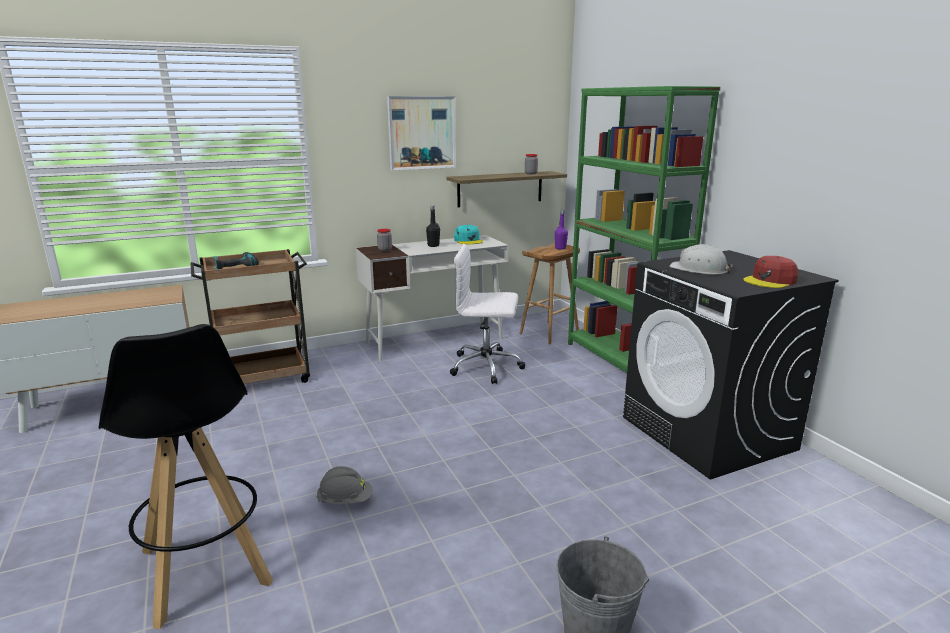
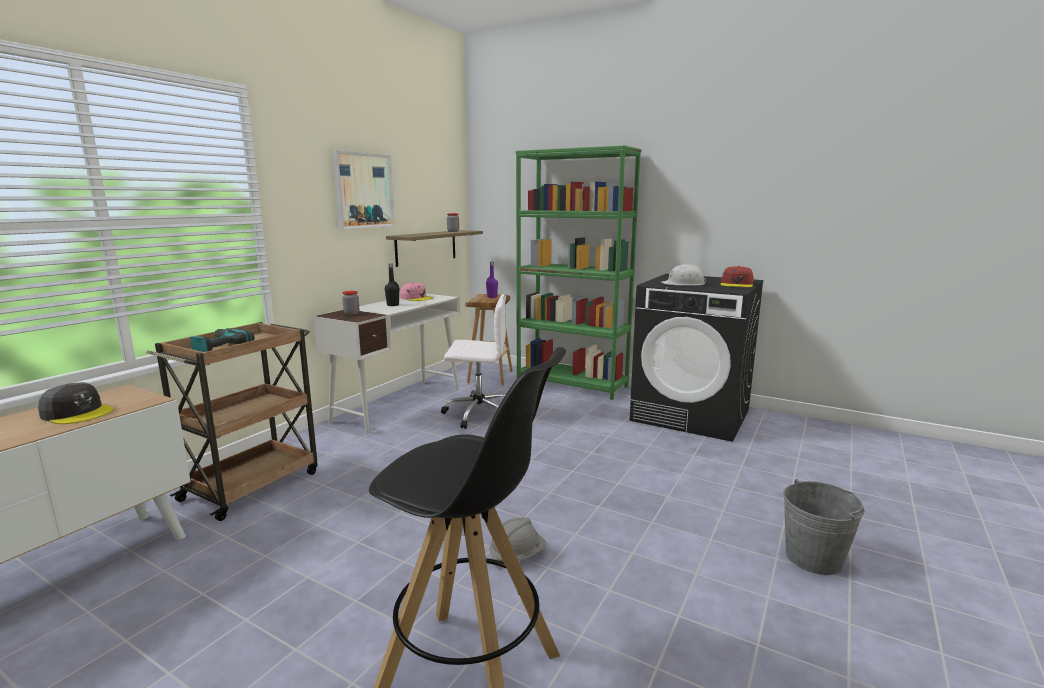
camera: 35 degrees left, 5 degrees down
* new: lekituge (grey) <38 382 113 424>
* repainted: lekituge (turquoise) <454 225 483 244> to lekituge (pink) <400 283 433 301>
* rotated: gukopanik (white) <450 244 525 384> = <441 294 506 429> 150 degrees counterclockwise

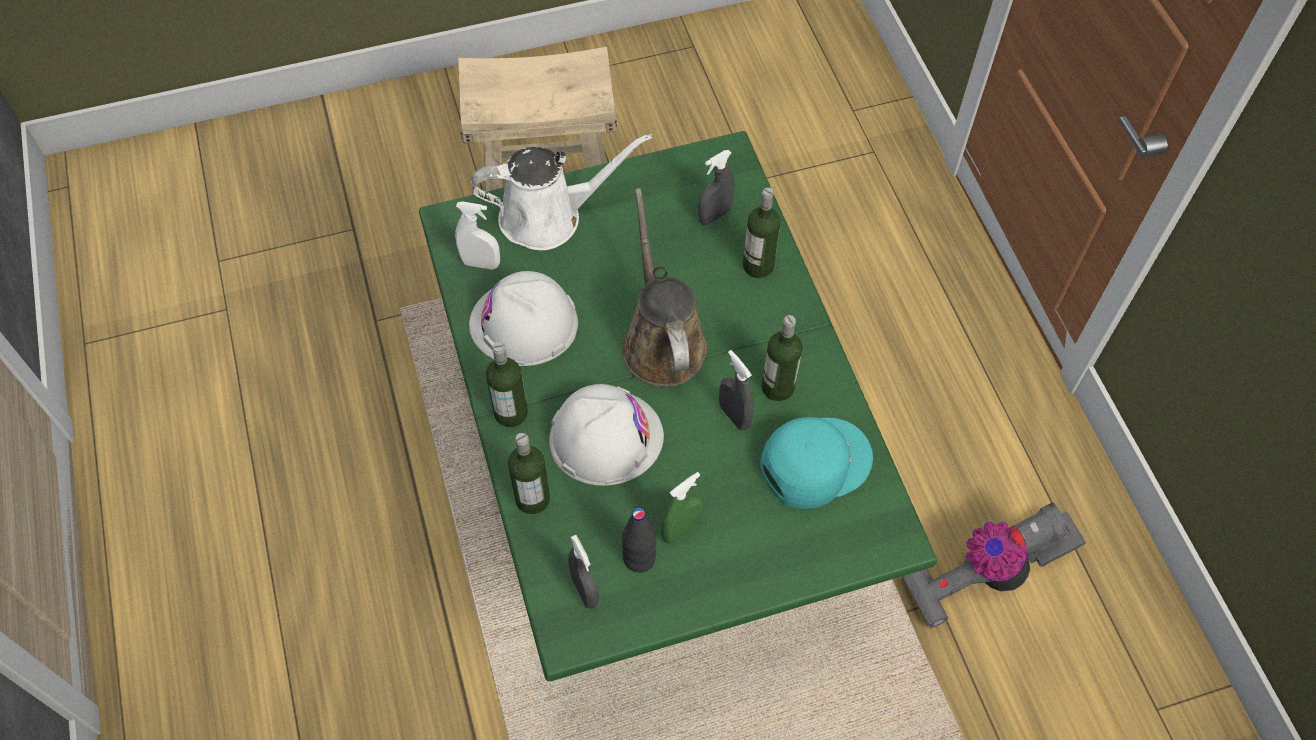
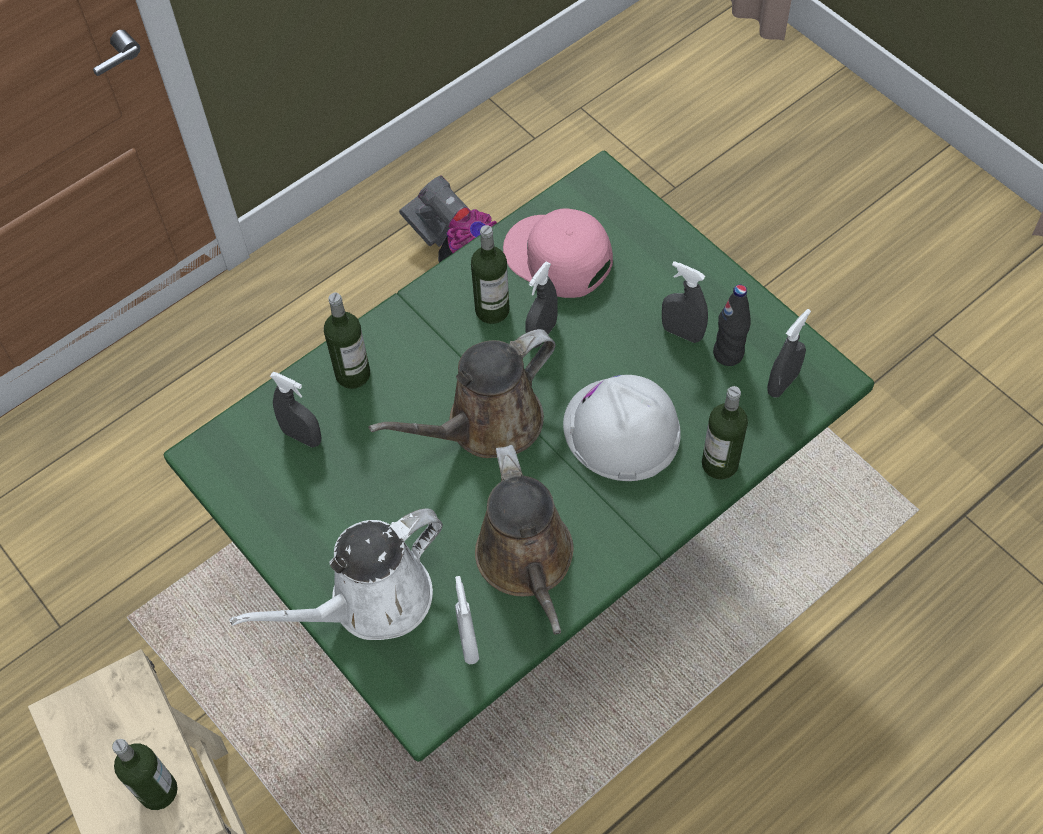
camera: 110 degrees left, 0 degrees up
* shifted: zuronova <486 342 528 427> to <112 739 178 810>
* swapped: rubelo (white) <469 271 578 366> to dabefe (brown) <475 445 574 635>
* repainted: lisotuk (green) <661 472 703 544> to lisotuk (grey) <662 261 708 343>
* repainted: lekituge (turquoise) <760 417 873 509> to lekituge (pink) <503 209 613 298>
* rotated: dabefe (white) <471 133 652 250> = <229 508 443 640> 90 degrees counterclockwise

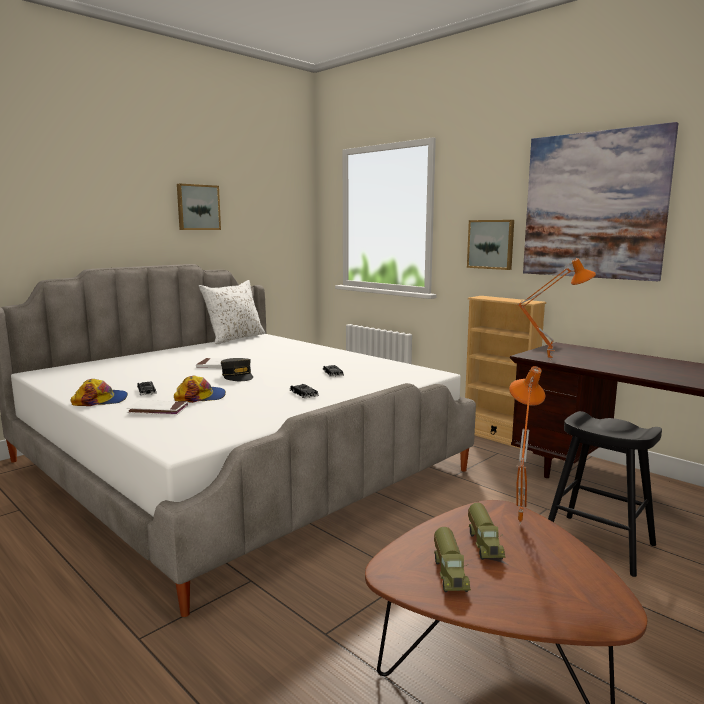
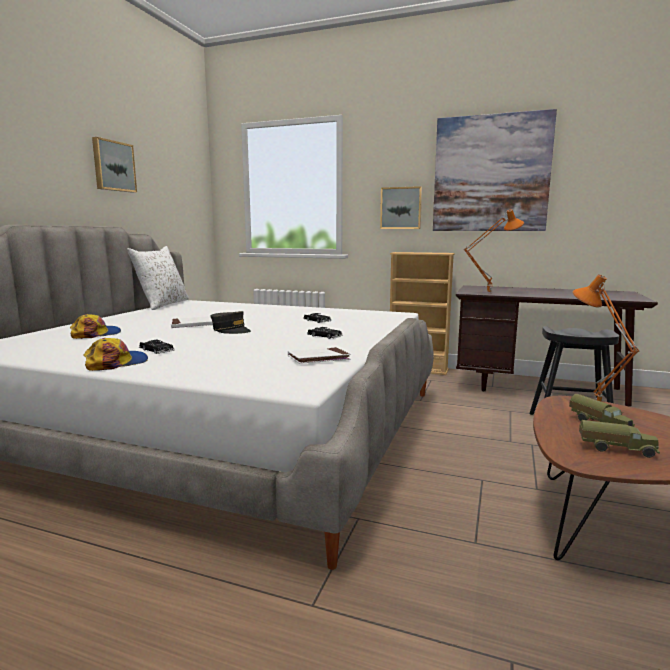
camera: 25 degrees left, 0 degrees up
* shifted: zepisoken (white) <127 400 188 415> to <288 347 351 364>
* shifted: lekituge <174 376 226 403> to <70 314 121 339>
* rotated: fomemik <434 527 471 592> = <579 420 660 458> 45 degrees counterclockwise

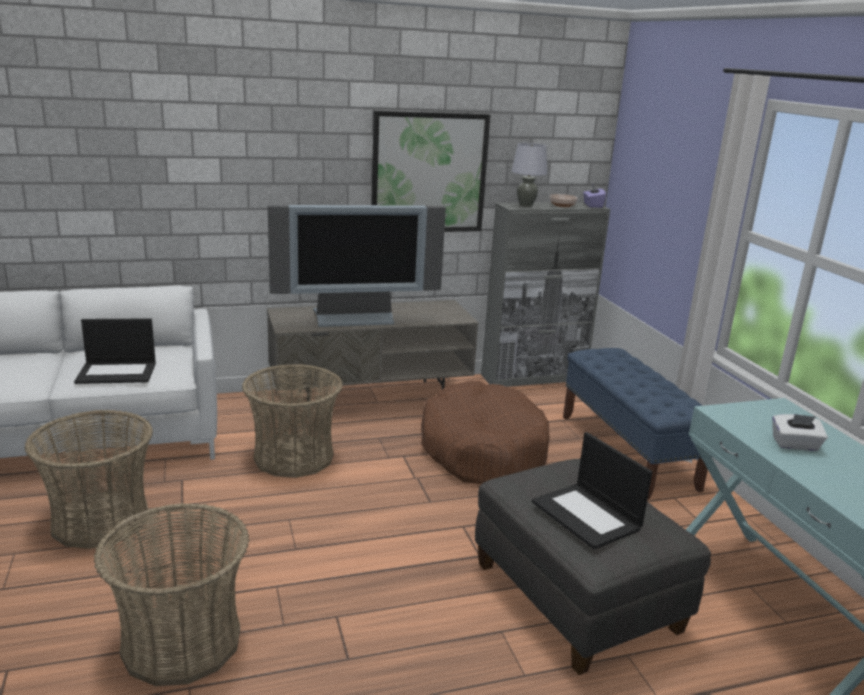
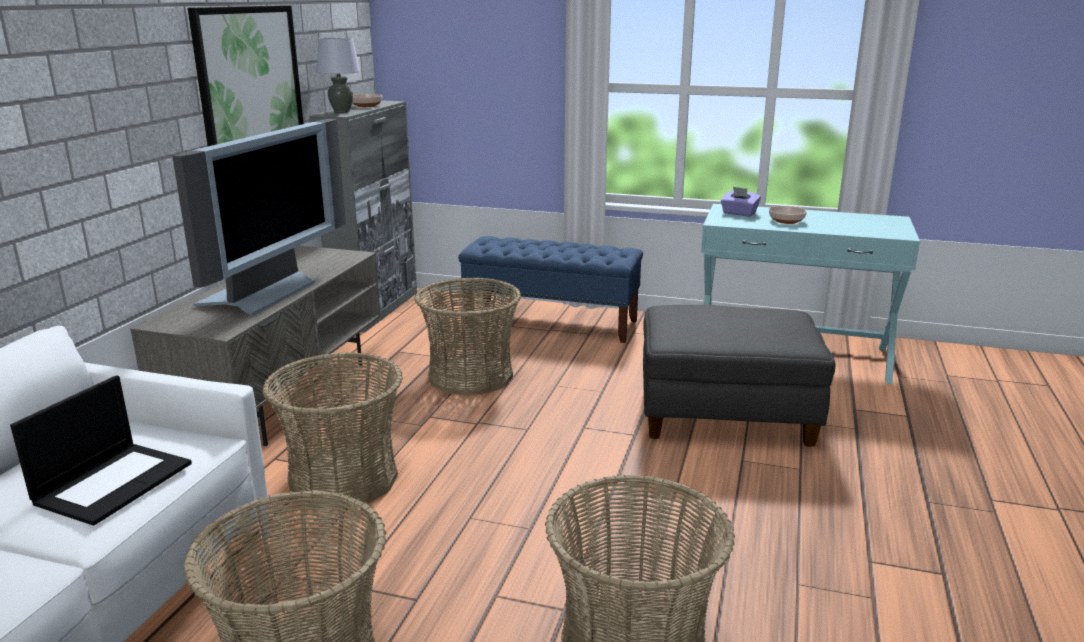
camera: 55 degrees left, 0 degrees up
* gone: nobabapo <532 432 652 549>
* shifted: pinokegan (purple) <583 184 606 208> to <721 187 761 216>
* swapped: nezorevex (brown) <421 381 550 484> to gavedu <414 277 521 395>
* swapped: pinokegan (white) <772 414 828 451> to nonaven <769 206 807 224>

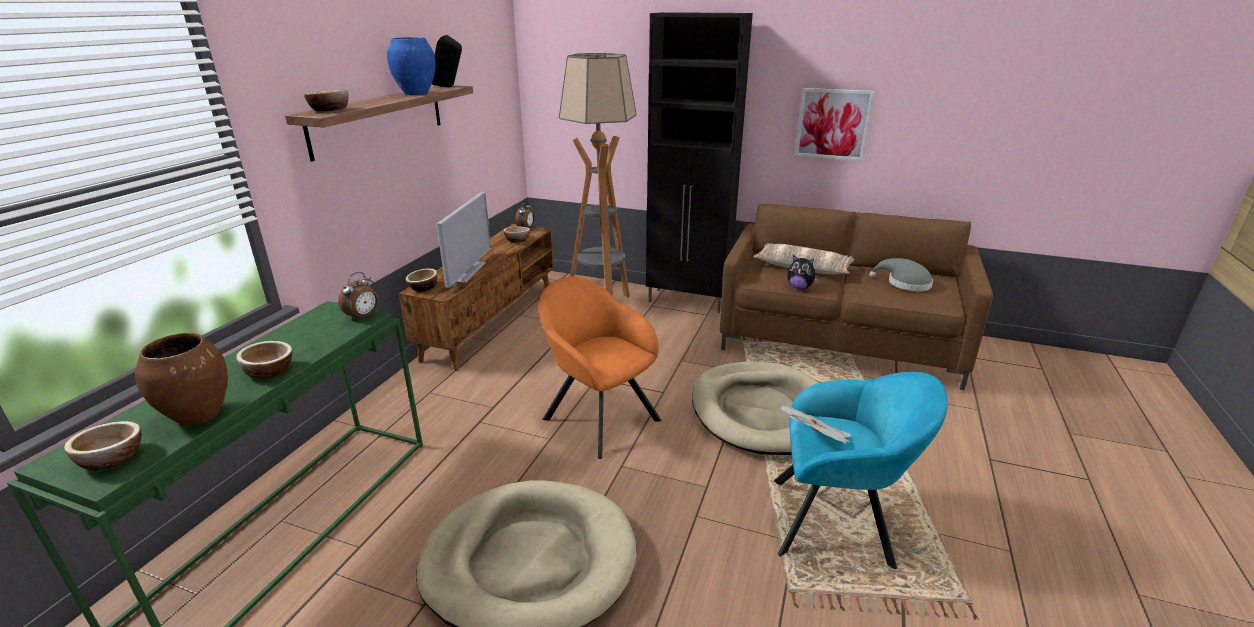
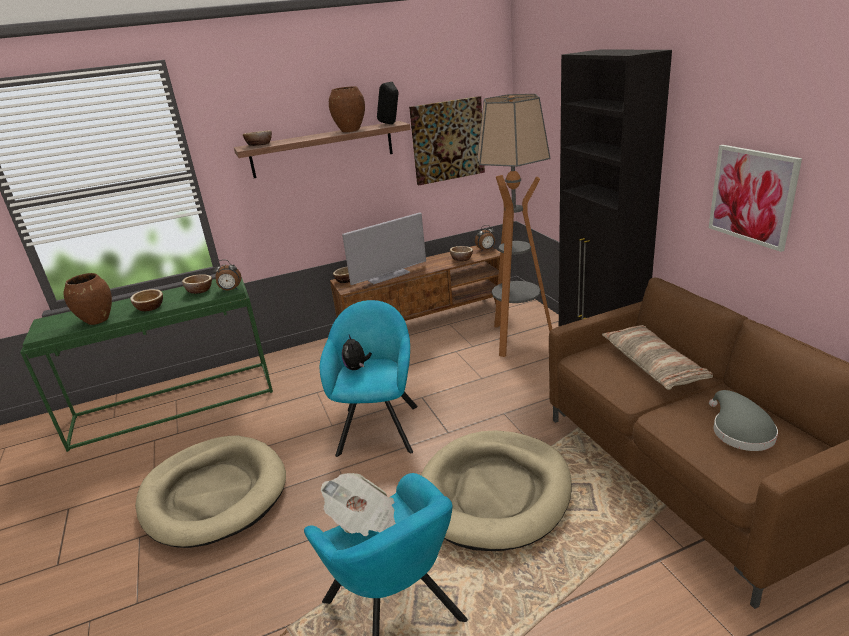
camera: 50 degrees right, 0 degrees up
* new: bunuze <409 96 485 185>
* shifted: nonaven <64 421 141 471> to <182 274 212 294>
* shifted: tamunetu <787 255 819 289> to <342 335 372 370>
* repainted: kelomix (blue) <387 37 435 95> to kelomix (brown) <329 86 365 132>
* repainted: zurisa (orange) <538 277 661 459> to zurisa (turquoise) <320 300 417 457>

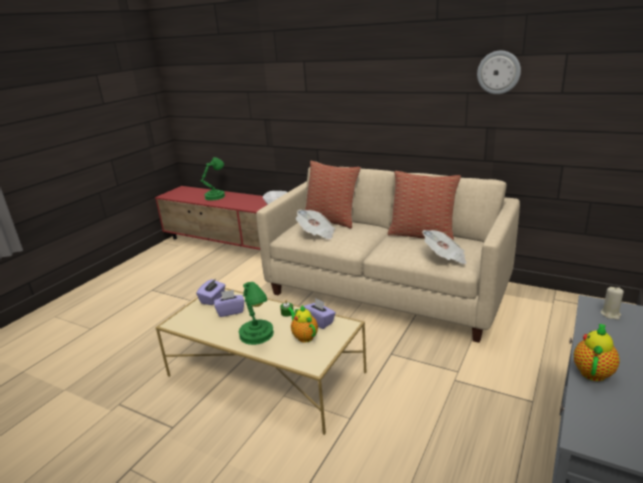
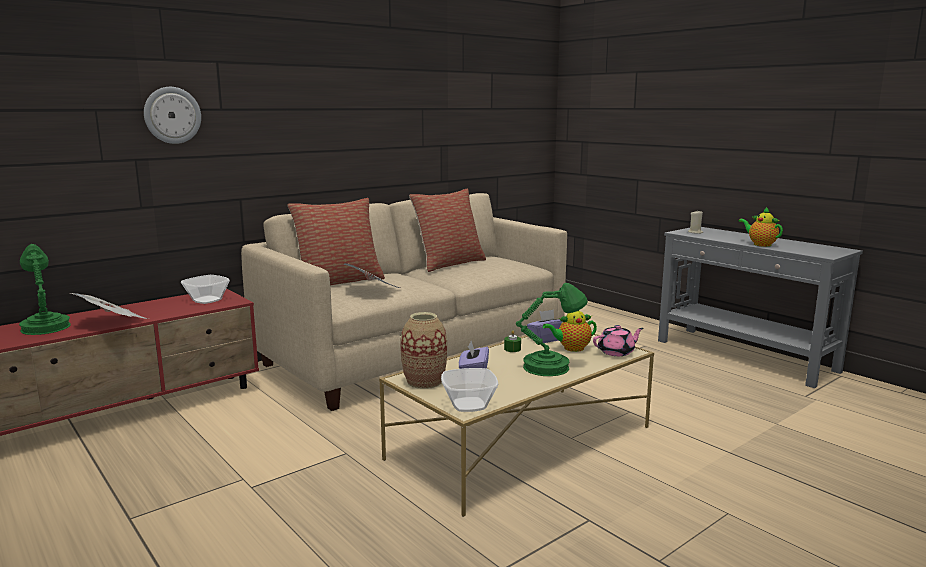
camera: 70 degrees left, 10 degrees down
* new: nonaven <441 368 498 412>
* new: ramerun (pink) <593 325 643 356>
* shifted: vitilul <422 230 466 264> to <71 293 148 319>
* shifted: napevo <477 51 521 94> to <144 87 201 144>
* swapped: pinokegan (purple) <196 279 225 305> to kelomix <400 312 447 389>

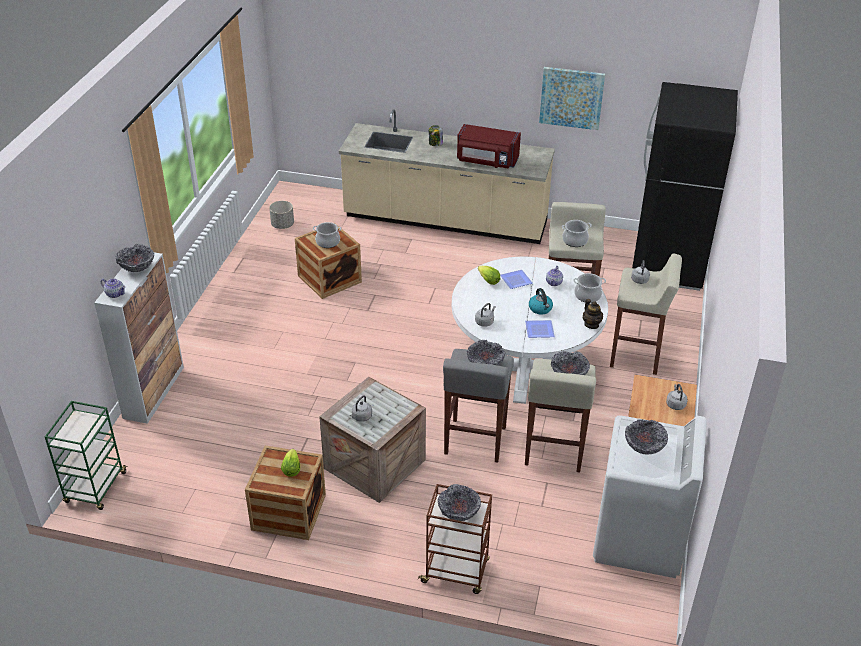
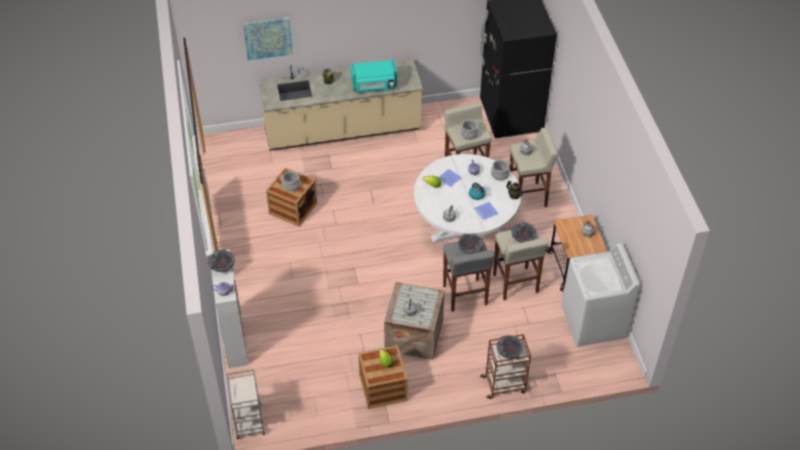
camera: 25 degrees left, 10 degrees up
* gone: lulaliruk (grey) <269 201 294 229>
* gone: nonaven <625 419 668 455>
* shifted: bunuze <539 67 605 130> to <243 17 293 60>
* repainted: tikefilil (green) <45 401 128 510> to tikefilil (grey) <227 369 266 440>
* repainted: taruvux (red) <457 124 521 169> to taruvux (turquoise) <351 60 397 93>

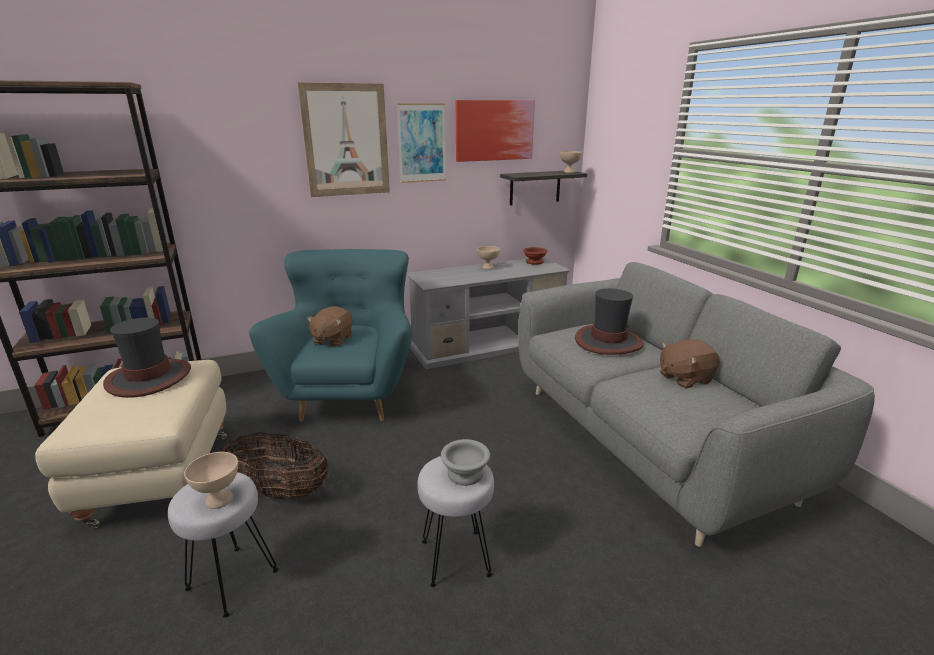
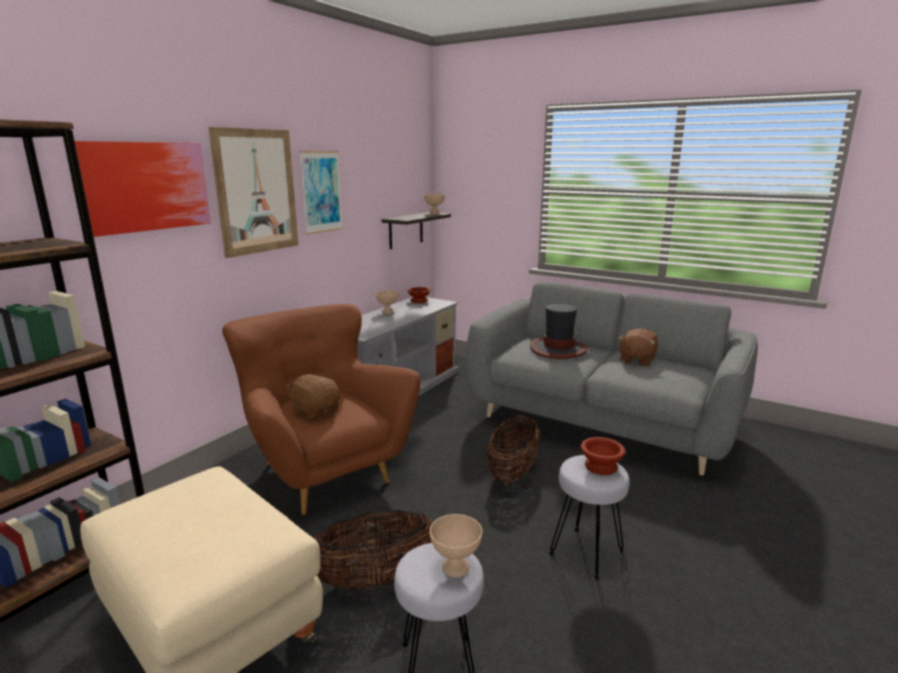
camera: 35 degrees left, 5 degrees down
* gone: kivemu <103 318 191 398>
* new: gavedu <486 415 541 483>
* shifted: bunuze <456 100 535 162> to <75 141 211 237>
* repainted: zurisa (turquoise) <249 249 412 422> to zurisa (brown) <222 304 421 515>
* repainted: nonaven (grey) <441 439 490 486> to nonaven (brown) <581 437 625 475>
* rotated: tamunetu (brown) <306 306 353 347> = <286 373 340 420> 150 degrees clockwise

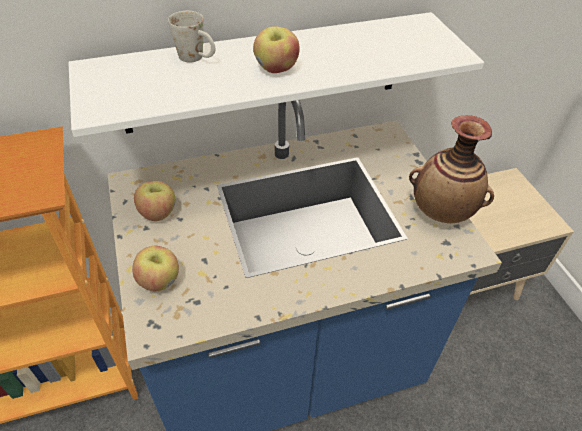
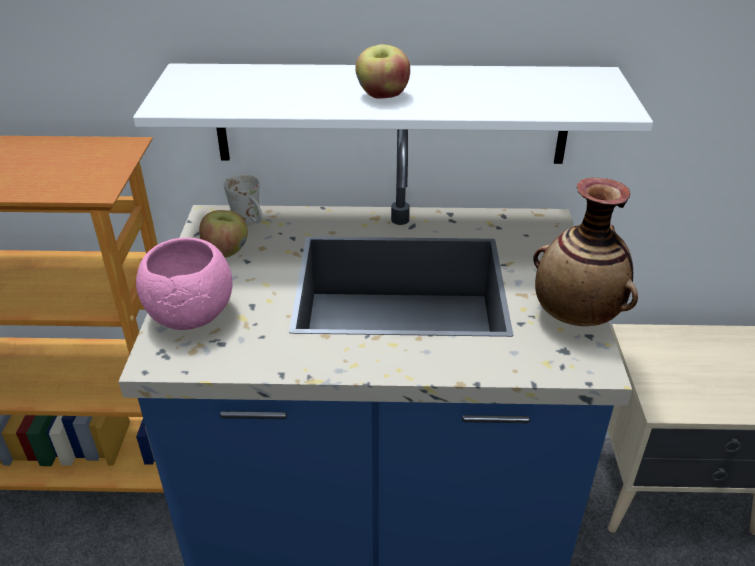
camera: 20 degrees right, 10 degrees down
* shifted: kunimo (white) <168 11 215 62> to <224 174 263 225>
* swapped: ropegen <132 246 179 291> to nonaven (pink) <136 238 232 330>

